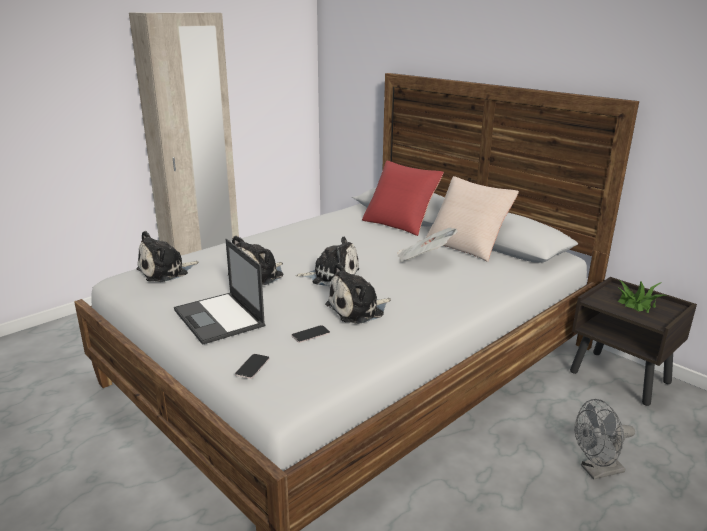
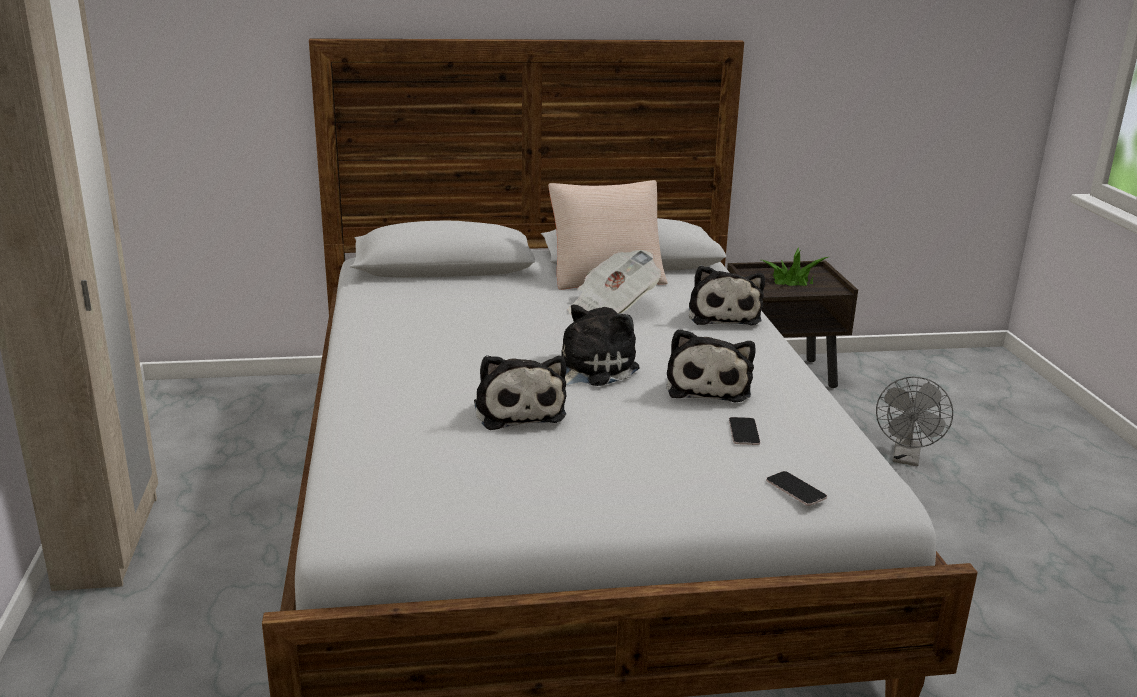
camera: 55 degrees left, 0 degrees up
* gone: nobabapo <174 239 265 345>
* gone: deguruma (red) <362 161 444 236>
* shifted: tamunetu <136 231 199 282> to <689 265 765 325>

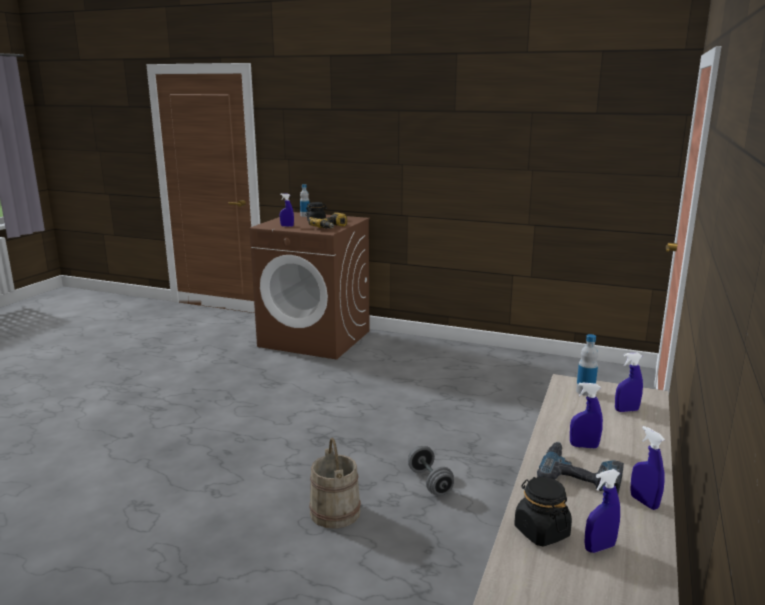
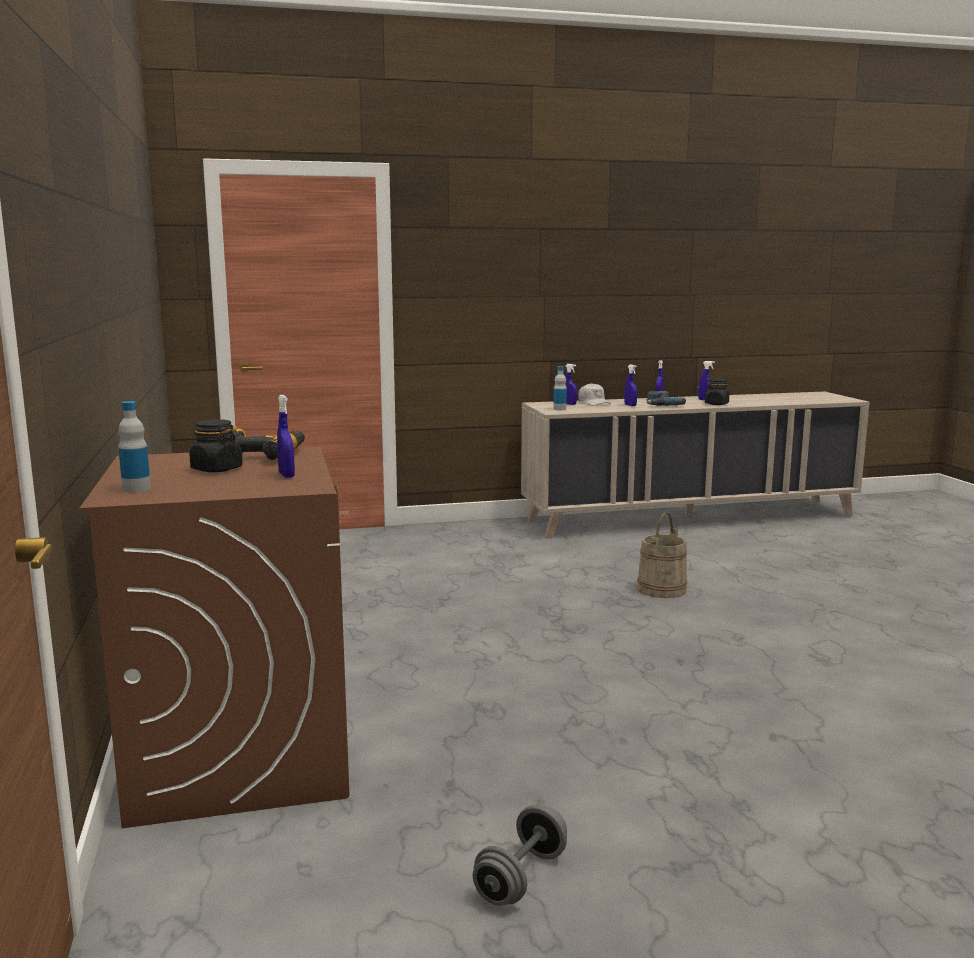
camera: 125 degrees left, 5 degrees down
* new: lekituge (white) <578 383 611 406>
* shifted: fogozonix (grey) <408 446 454 495> to <473 805 567 906>

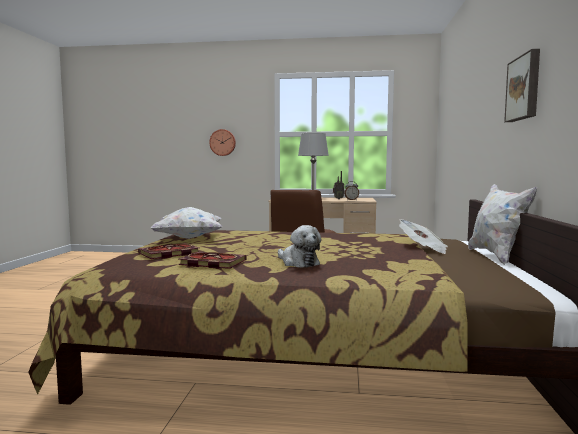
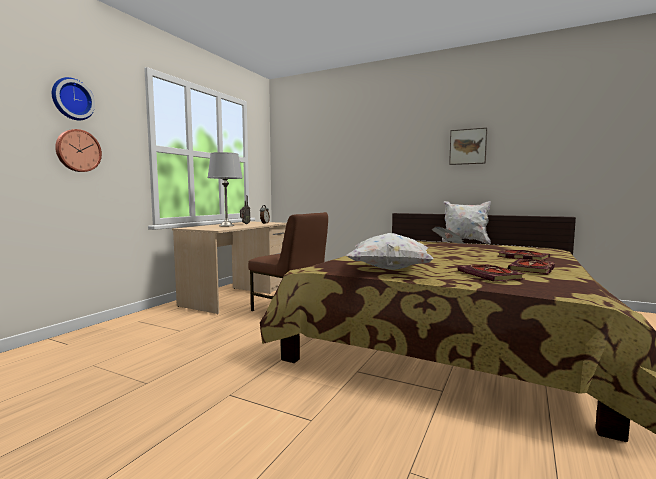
camera: 70 degrees left, 0 degrees up
* new: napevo <52 77 95 121>
* swapped: tamunetu <278 225 321 268> to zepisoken <497 250 550 260>

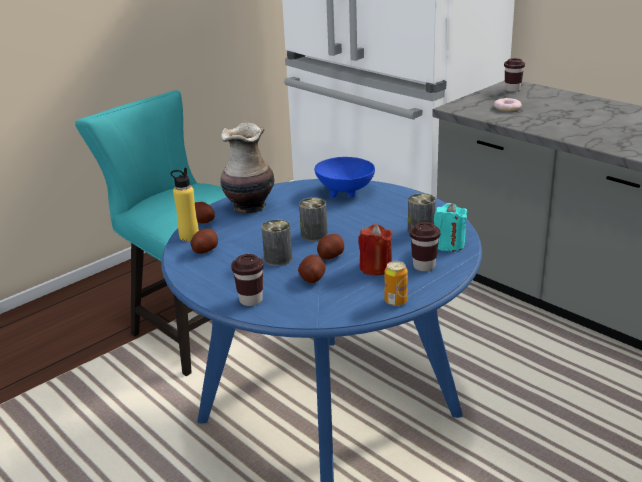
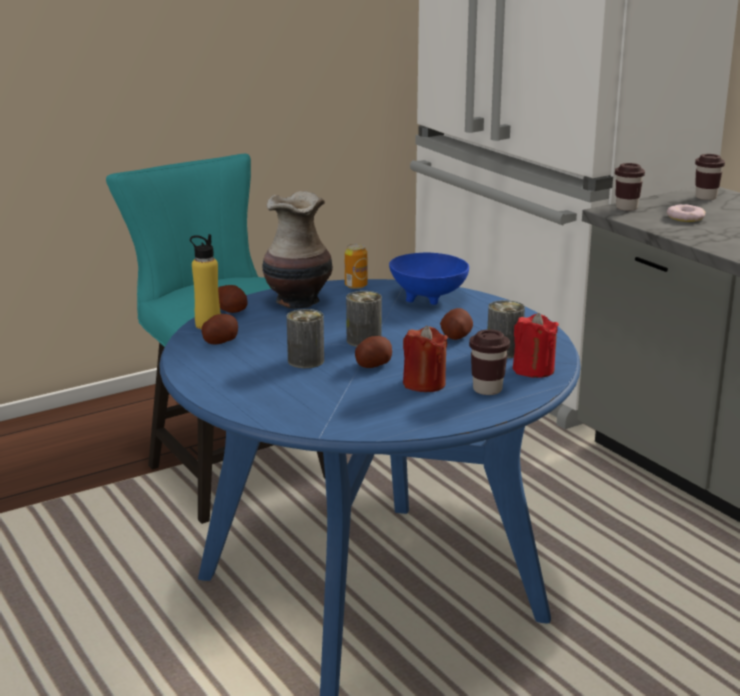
camera: 10 degrees right, 5 degrees down
* shifted: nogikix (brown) <231 254 264 306> to <615 163 645 211>
* shifted: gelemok <298 254 326 283> to <440 308 473 340>
* shifted: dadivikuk <384 261 408 306> to <345 244 368 289>
* repainted: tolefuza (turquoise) <434 203 467 252> to tolefuza (red) <513 313 559 378>

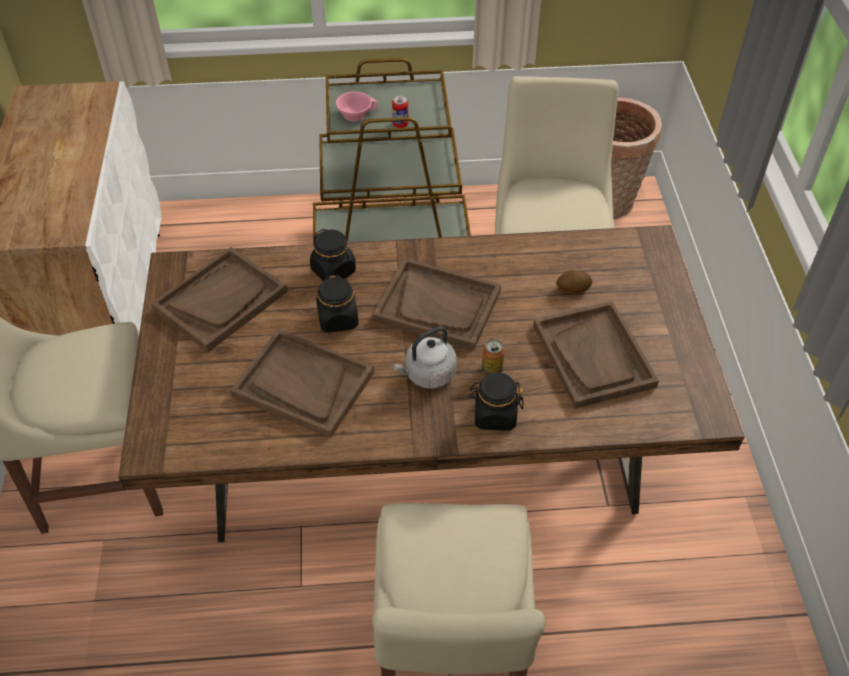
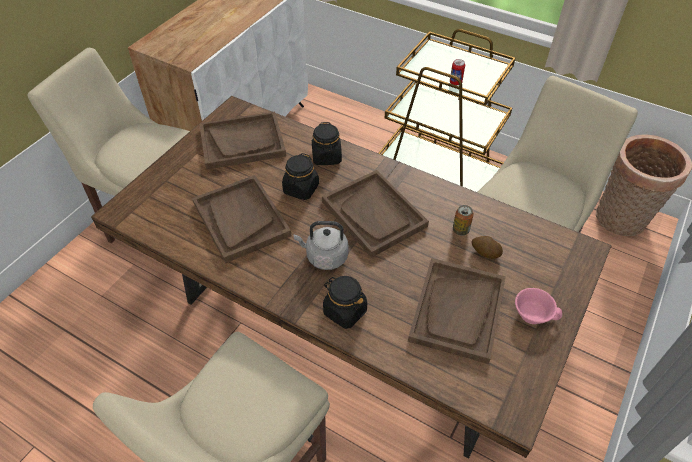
camera: 35 degrees right, 0 degrees up
* shifted: nogikix (pink) <336 91 378 121> to <515 288 562 324>
* shifted: dadivikuk <482 339 505 375> to <453 205 474 236>

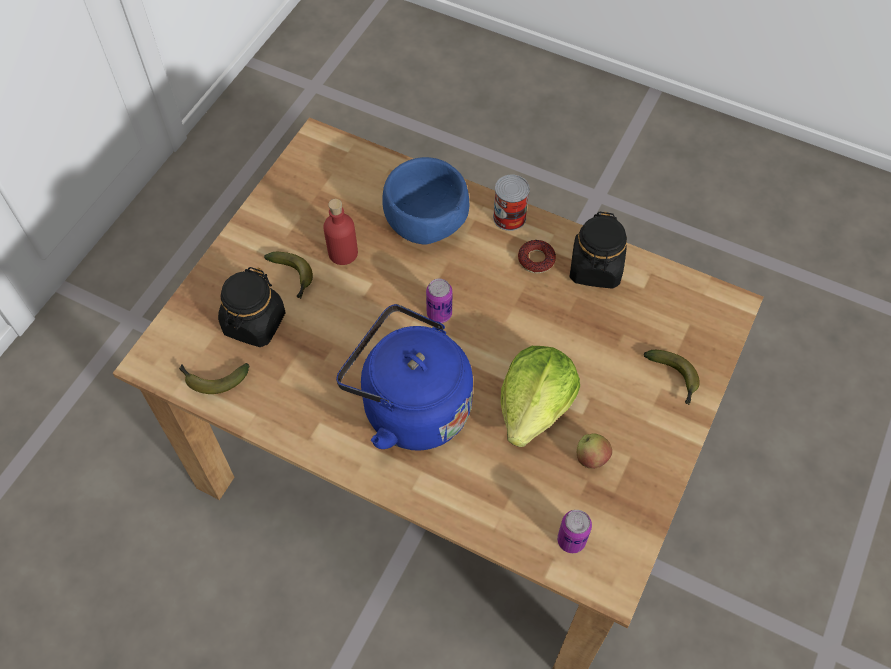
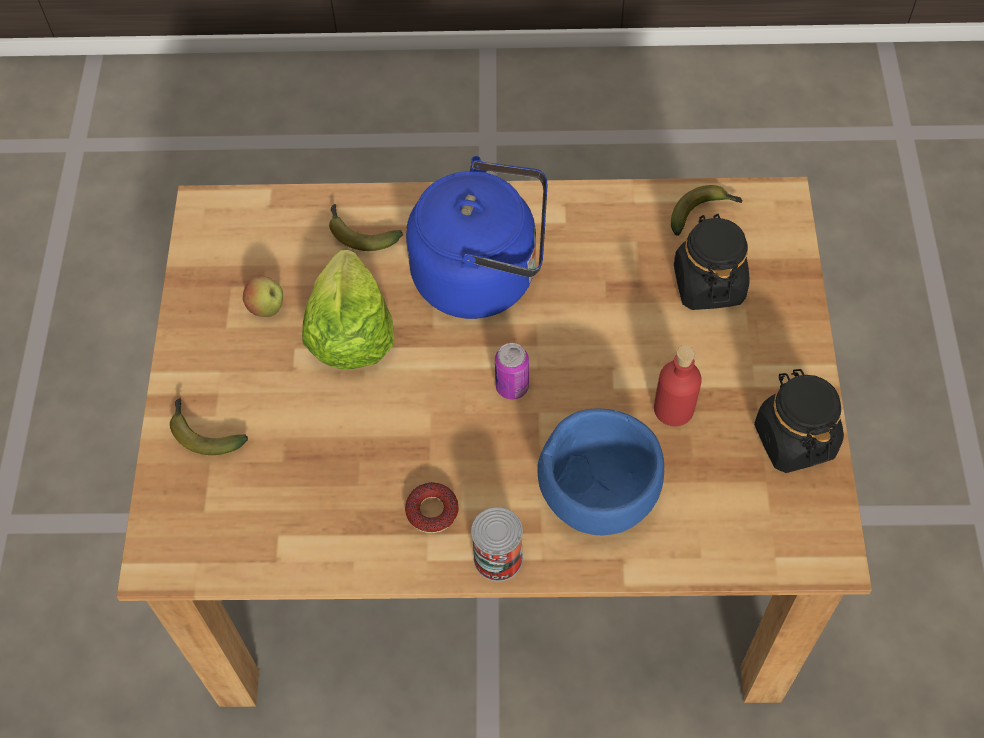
camera: 155 degrees right, 0 degrees up
* gone: dadivikuk <557 510 592 553>
* shifted: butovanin <264 252 313 299> to <329 204 403 251>
* shifted: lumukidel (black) <570 212 627 289> to <754 369 844 473>

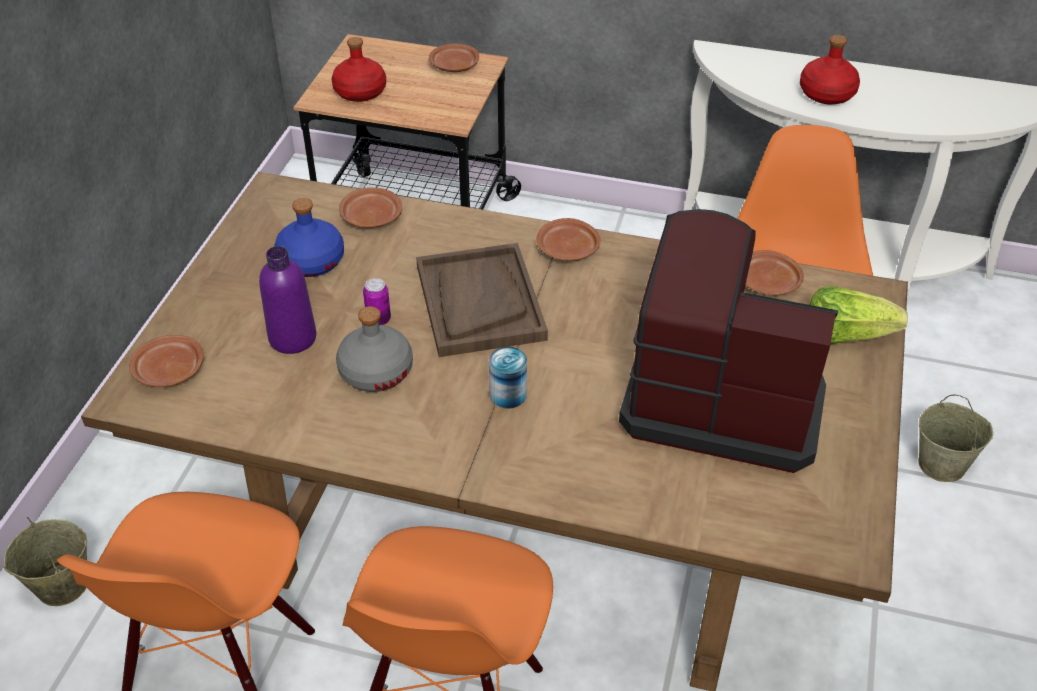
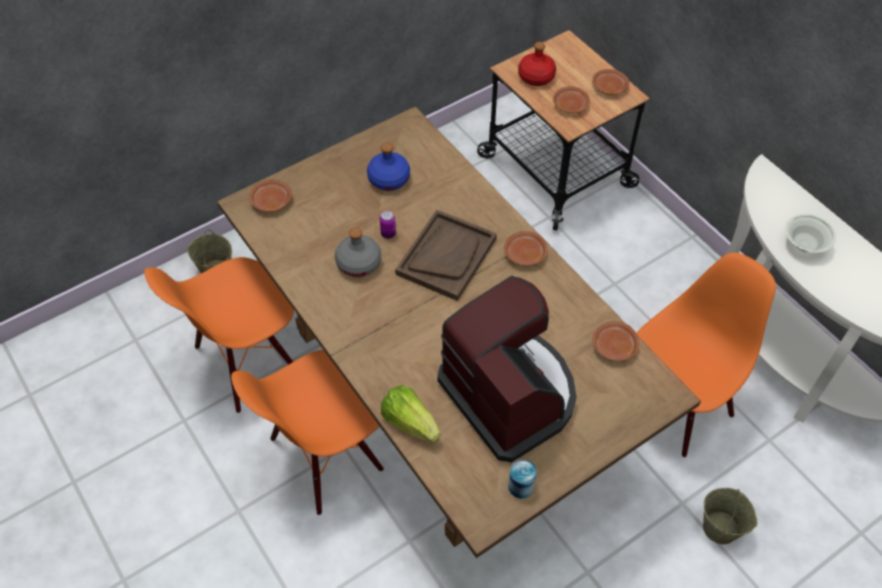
camera: 40 degrees right, 10 degrees up
* gone: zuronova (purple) <259 246 316 354>
* shifted: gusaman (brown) <339 187 402 228> to <553 86 590 113>
* shifted: dadivikuk <489 346 527 409> to <508 459 537 498>
* shifted: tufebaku <809 286 908 344> to <381 385 441 443>
* swapped: zuronova (red) <800 35 860 105> to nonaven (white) <785 214 836 253>

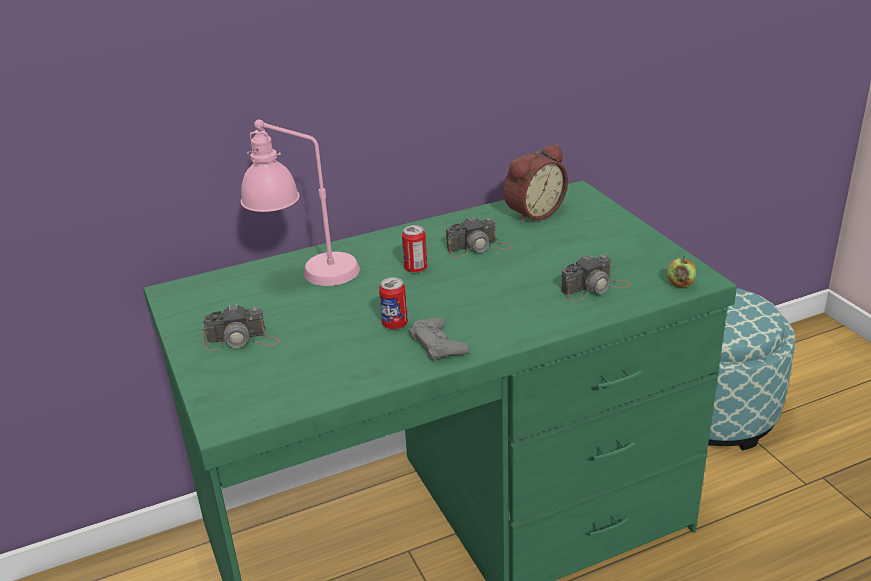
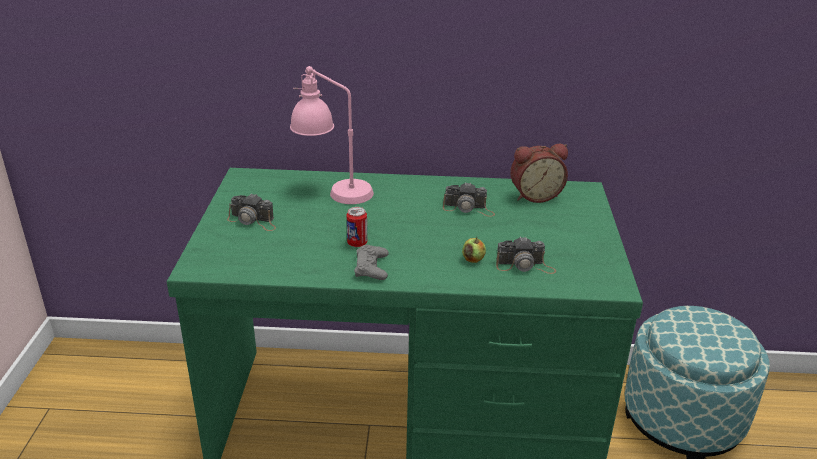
camera: 25 degrees right, 0 degrees up
* gone: dadivikuk <402 225 427 273>
* shifted: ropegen <667 256 696 287> to <462 237 486 263>

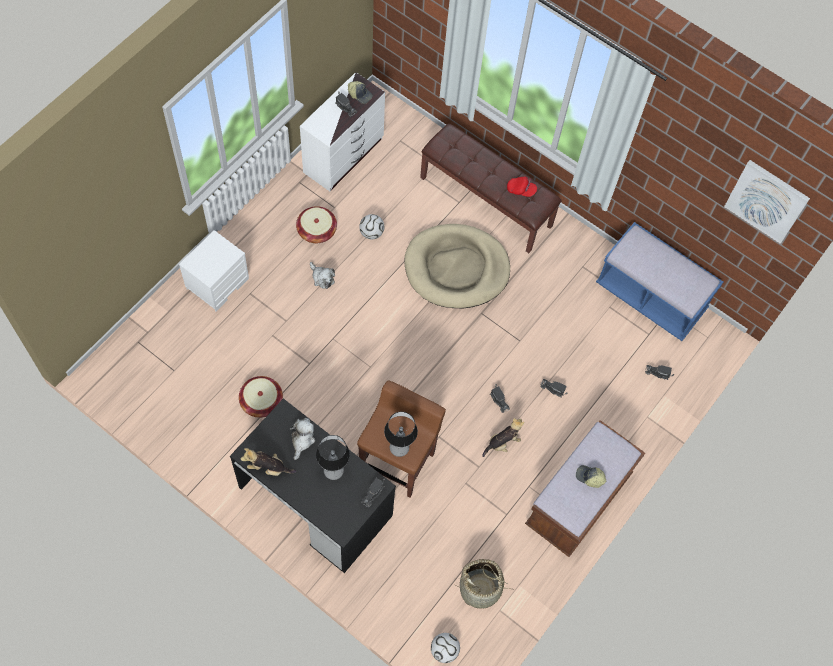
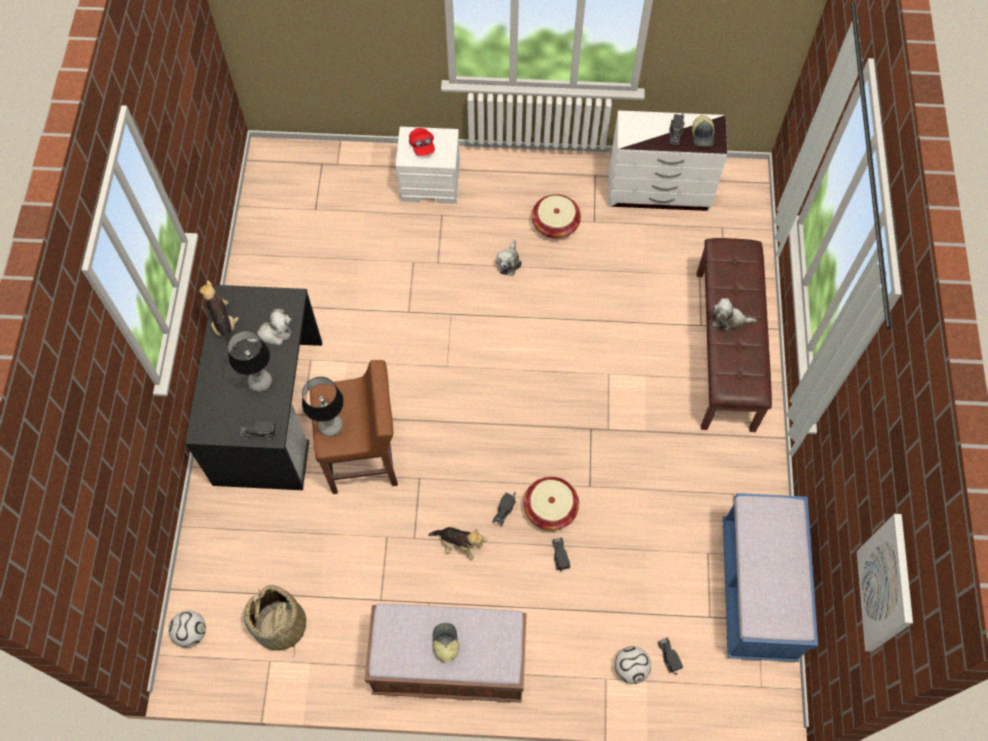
camera: 60 degrees right, 0 degrees up
* gone: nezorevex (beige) <404 224 510 308>
* new: tamunetu <712 298 757 332>
* shifted: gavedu <239 376 283 418> to <524 477 579 530>
* shifted: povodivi <359 214 385 239> to <615 646 651 684>
* shifted: lekituge (red) <507 177 537 197> to <409 128 435 156>

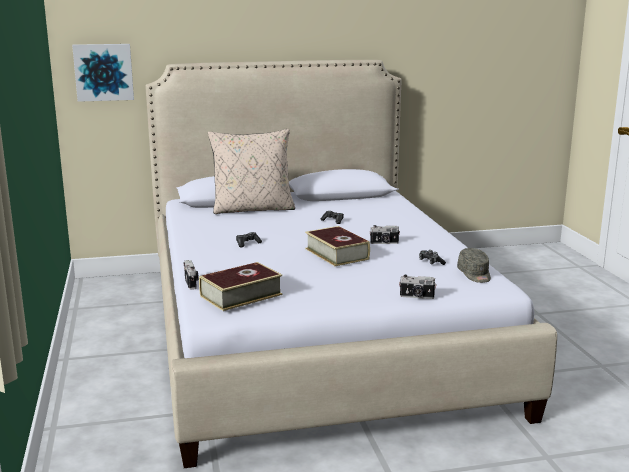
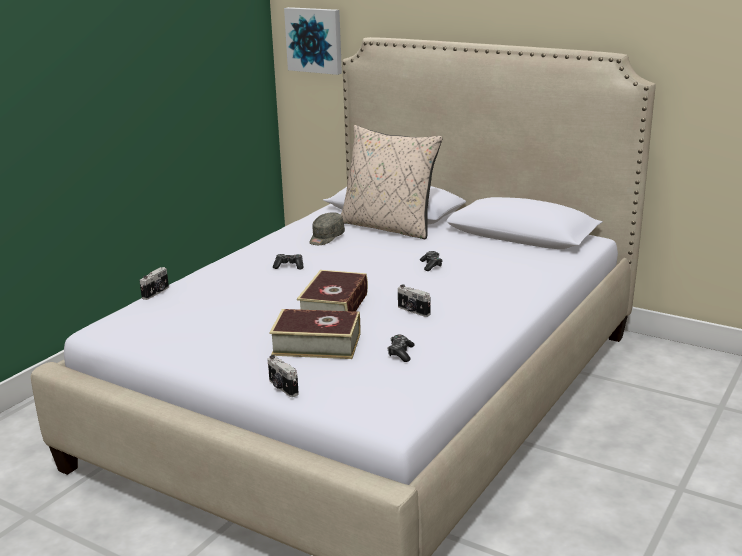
camera: 45 degrees right, 5 degrees up
* shifted: zepisoken <199 262 283 311> to <269 309 360 359>
* shifted: lekituge (grey) <457 248 491 283> to <309 212 345 245>

